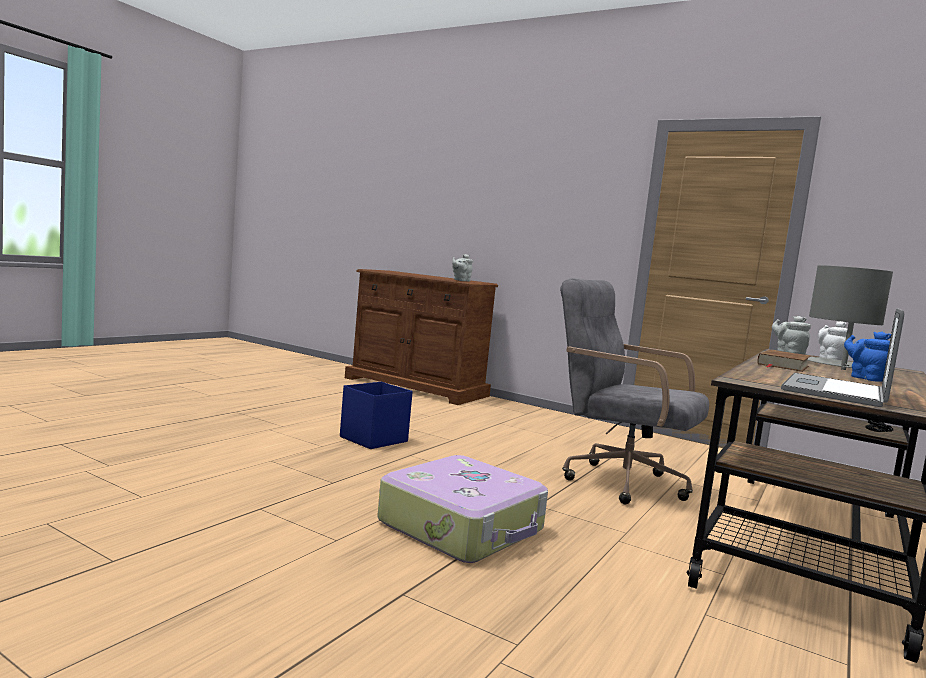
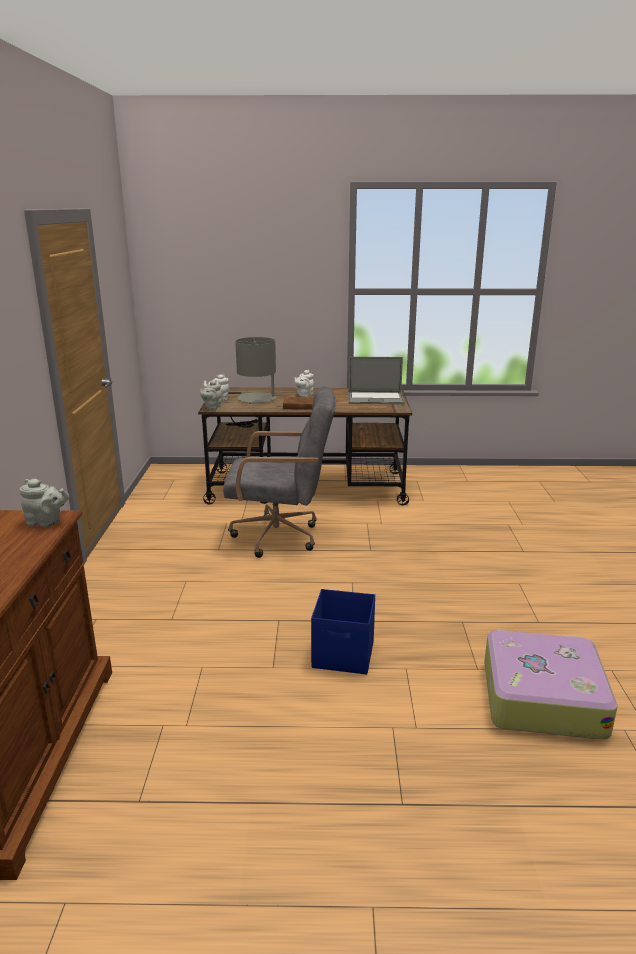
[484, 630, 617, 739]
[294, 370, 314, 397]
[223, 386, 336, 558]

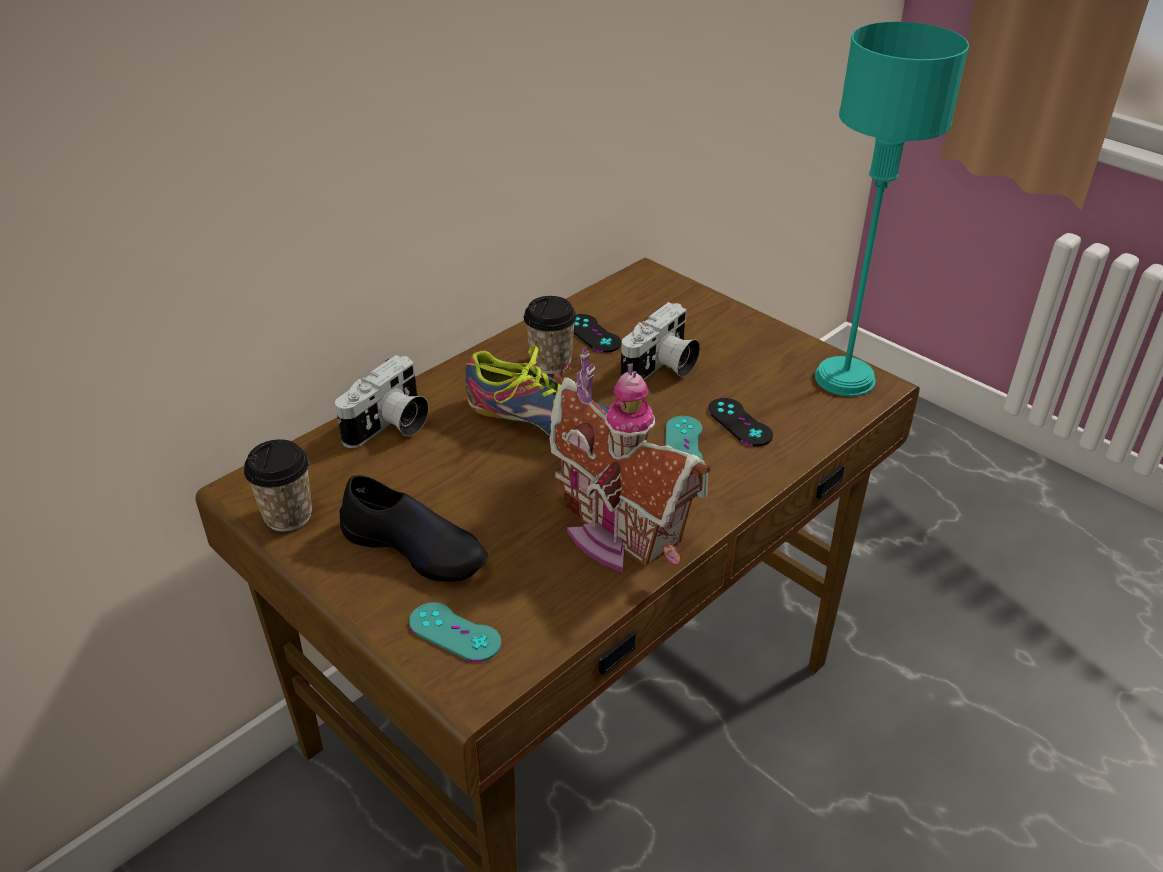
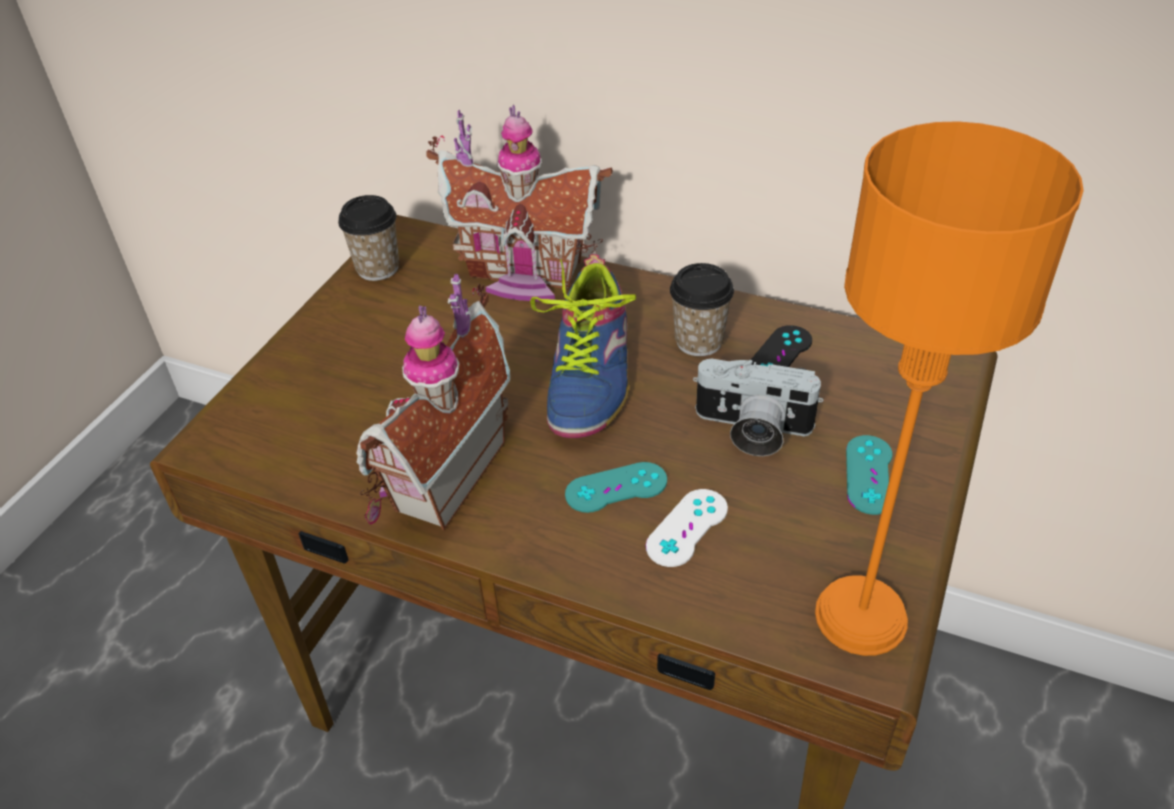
[340, 475, 488, 582] (first image)
[846, 435, 892, 515]
[426, 105, 613, 301]
[646, 489, 728, 567]
[815, 121, 1084, 656]

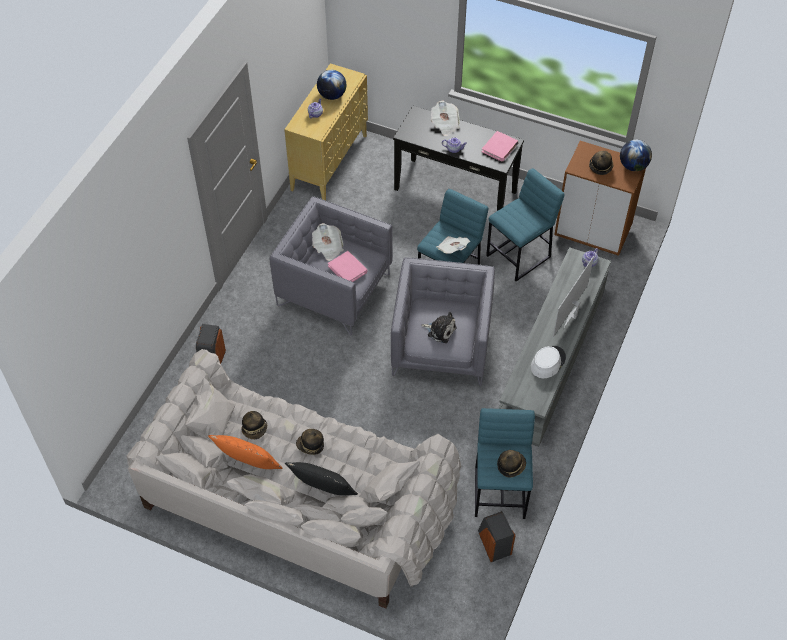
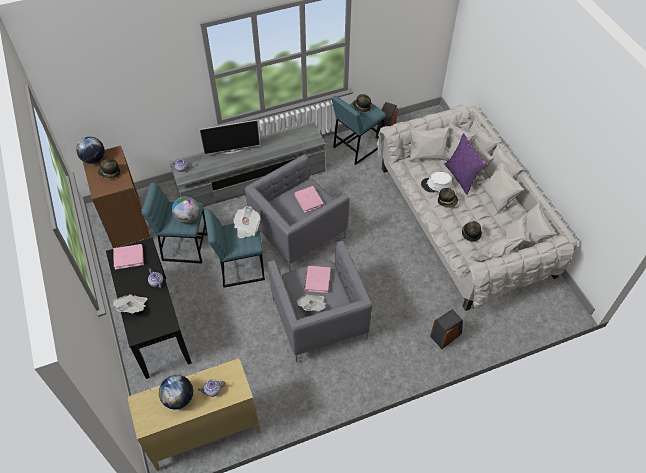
[208, 435, 282, 469] (first image)
[172, 197, 199, 223]
[421, 172, 452, 193]
[294, 186, 324, 213]
[444, 133, 488, 195]

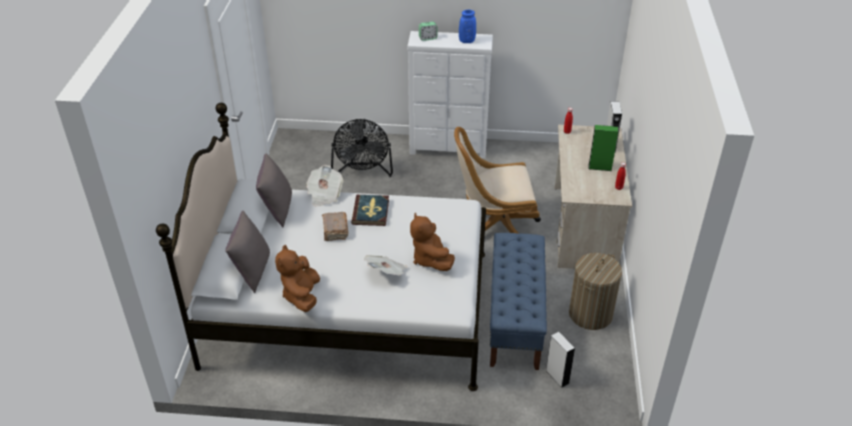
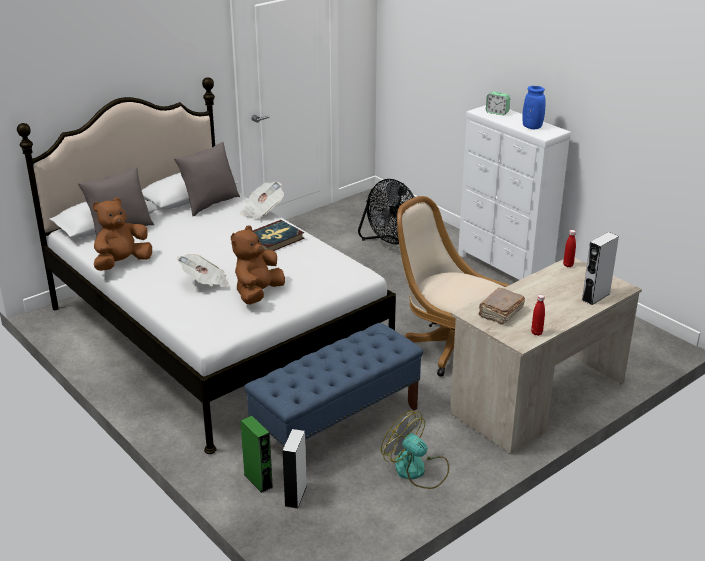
[479, 288, 525, 325]
[240, 416, 273, 493]
[381, 411, 449, 489]

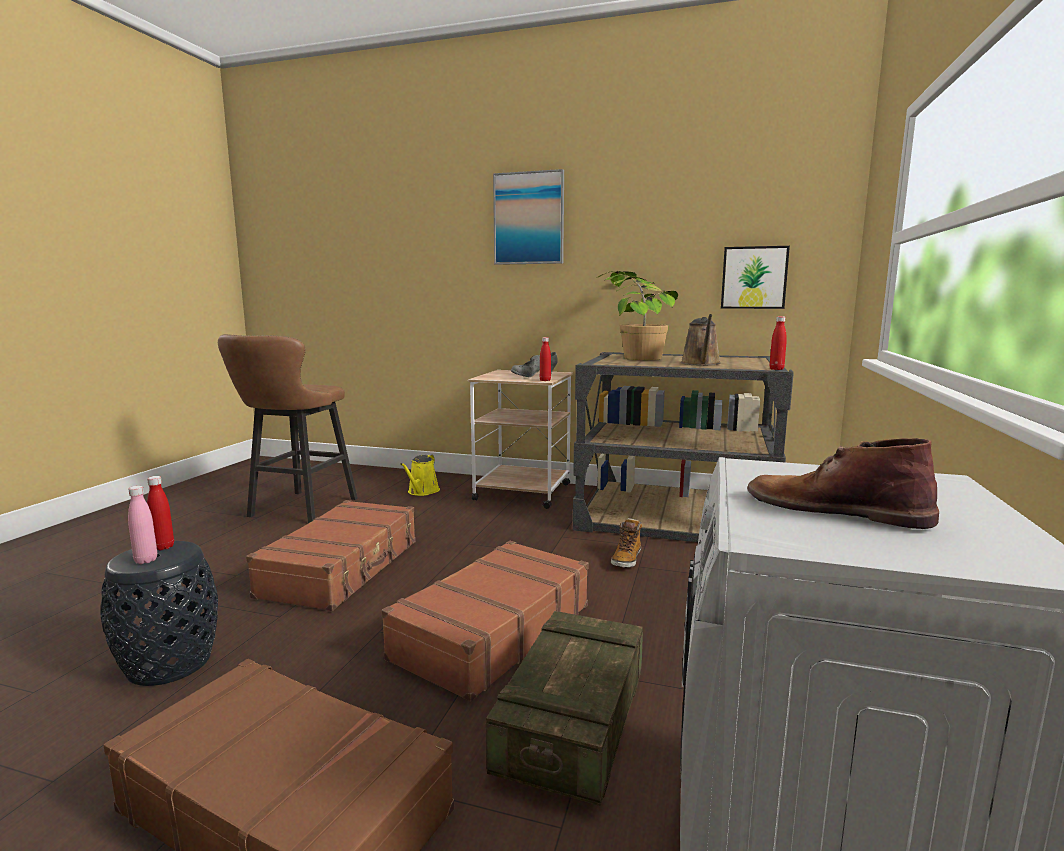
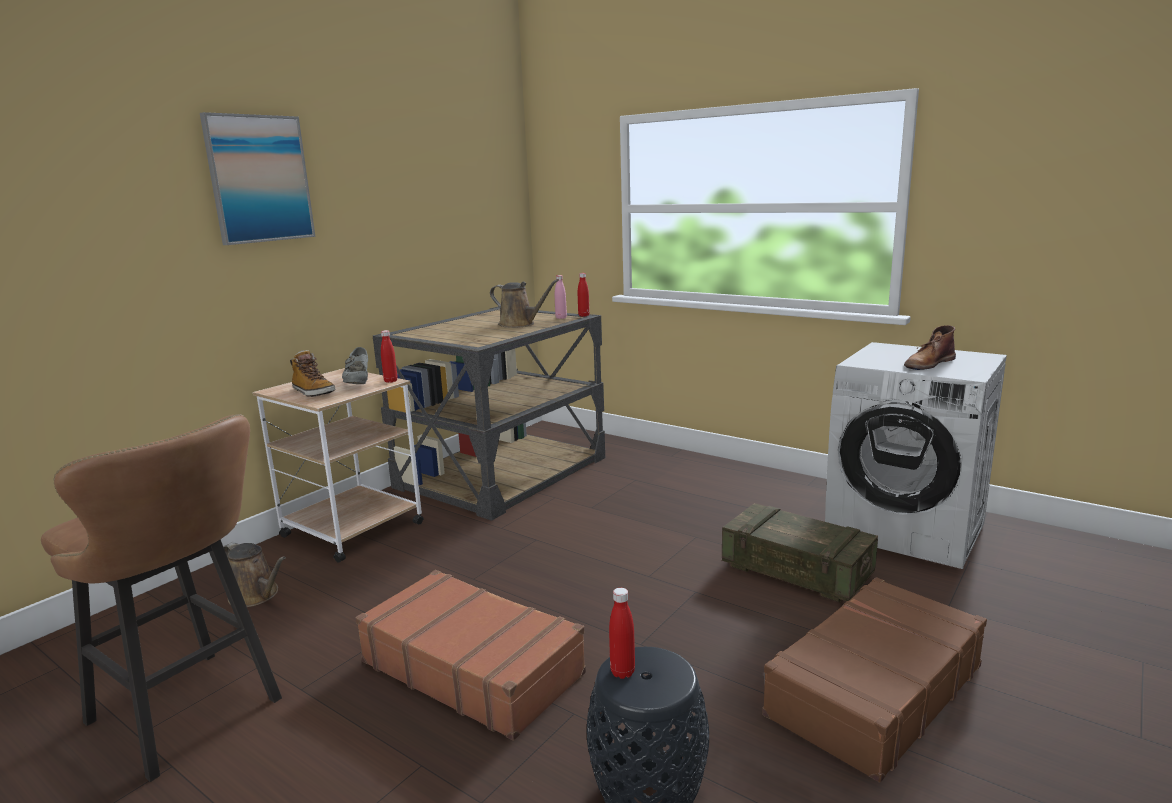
[381, 541, 589, 702] (first image)
[596, 271, 678, 360] (first image)
[721, 246, 790, 309] (first image)
[555, 275, 567, 319]
[290, 350, 335, 397]
[223, 542, 286, 607]

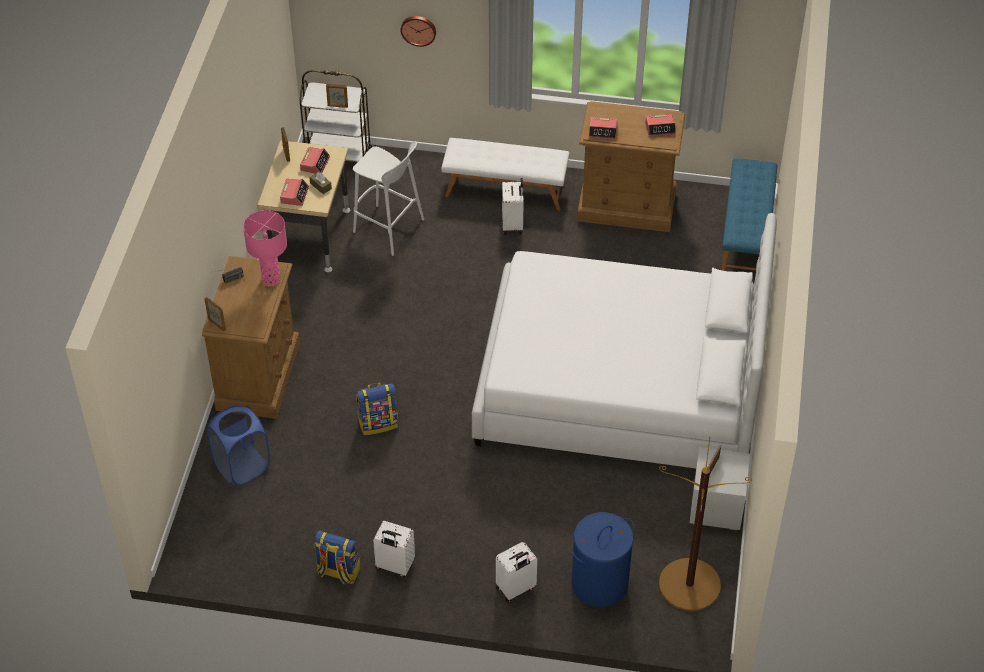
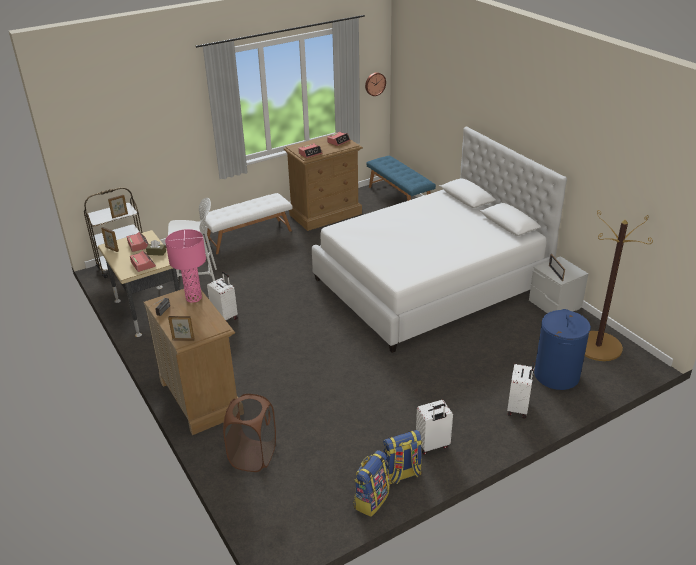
[353, 450, 390, 517]
[365, 72, 386, 96]
[207, 272, 238, 323]
[223, 394, 276, 472]

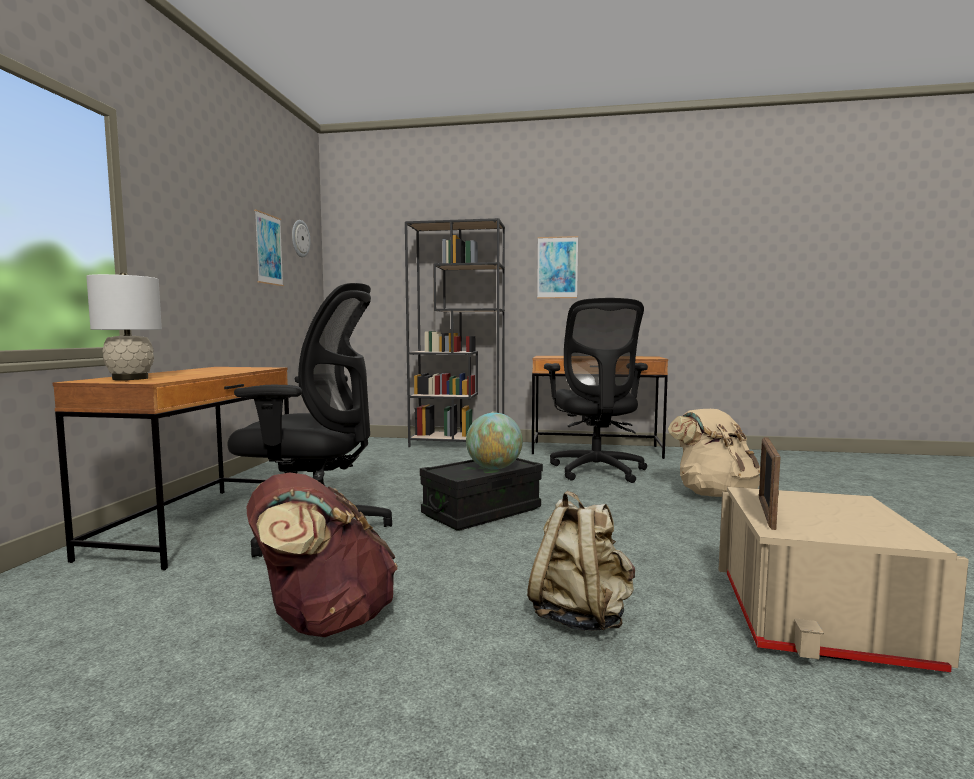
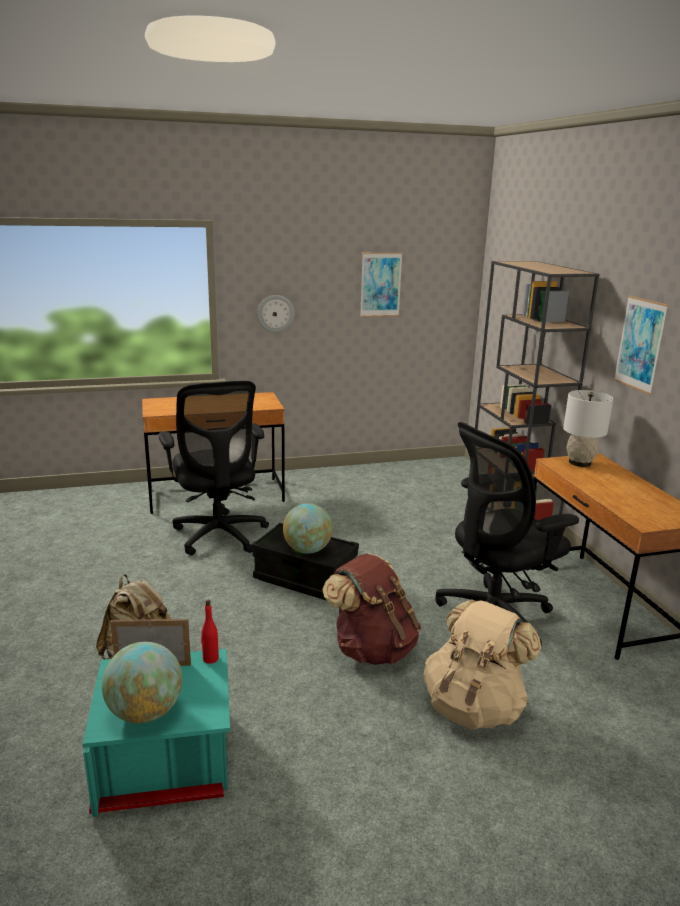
[102, 642, 182, 724]
[201, 600, 219, 664]
[563, 390, 613, 467]
[322, 553, 421, 665]
[257, 295, 294, 333]
[83, 649, 230, 817]

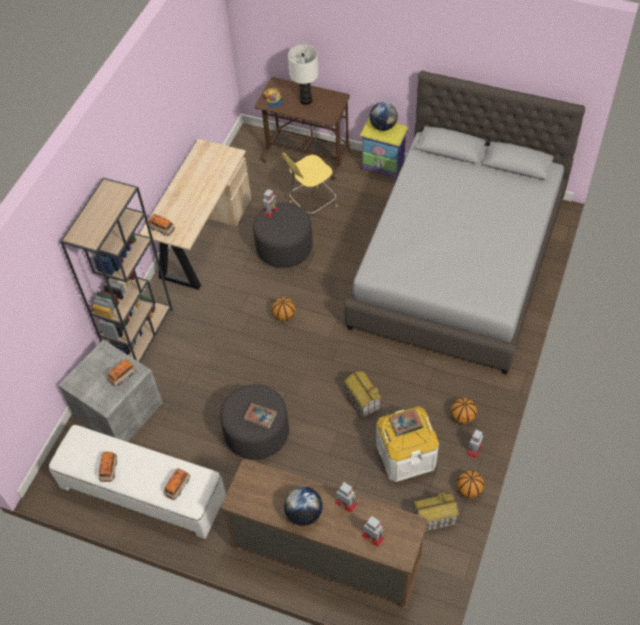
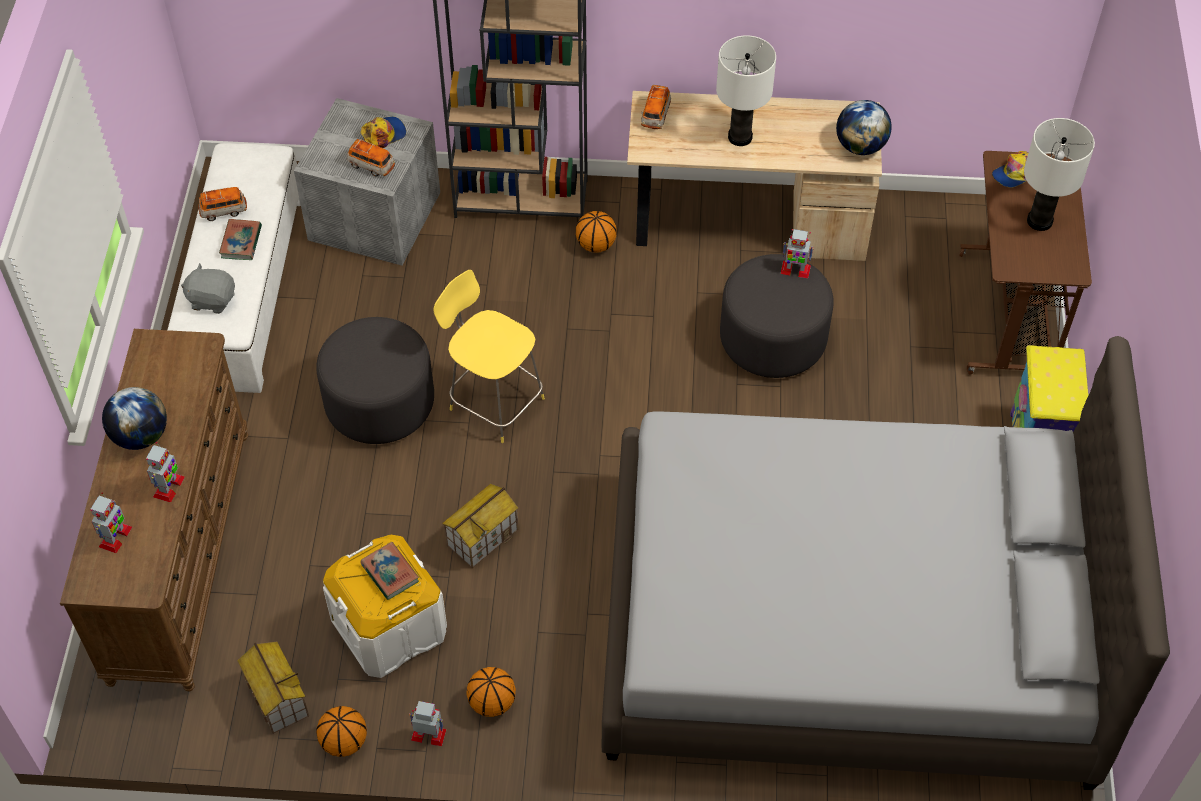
[361, 117, 406, 148]
[716, 35, 776, 146]
[219, 219, 262, 260]
[576, 211, 617, 253]
[433, 270, 545, 443]
[836, 100, 892, 155]
[181, 263, 235, 314]

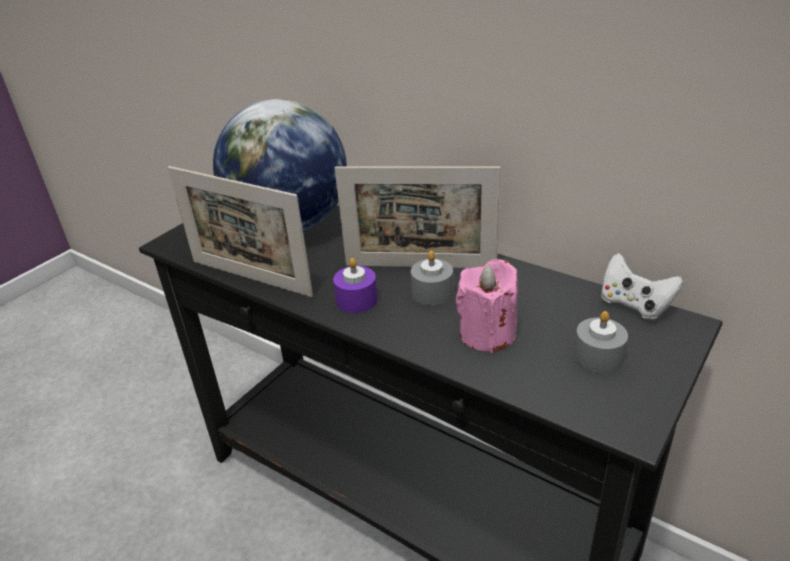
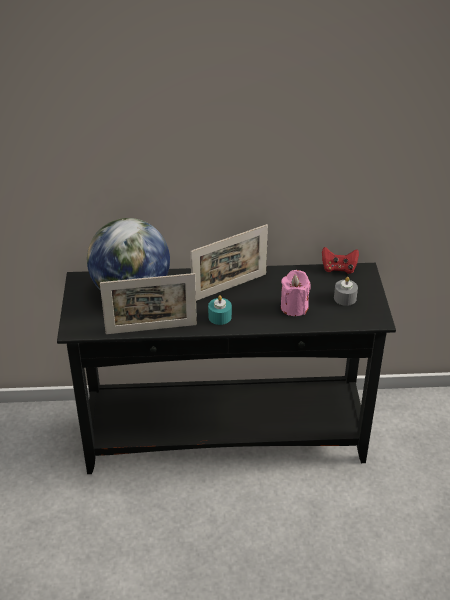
[411, 251, 453, 306] (first image)
[208, 295, 232, 325]
[322, 247, 359, 274]

